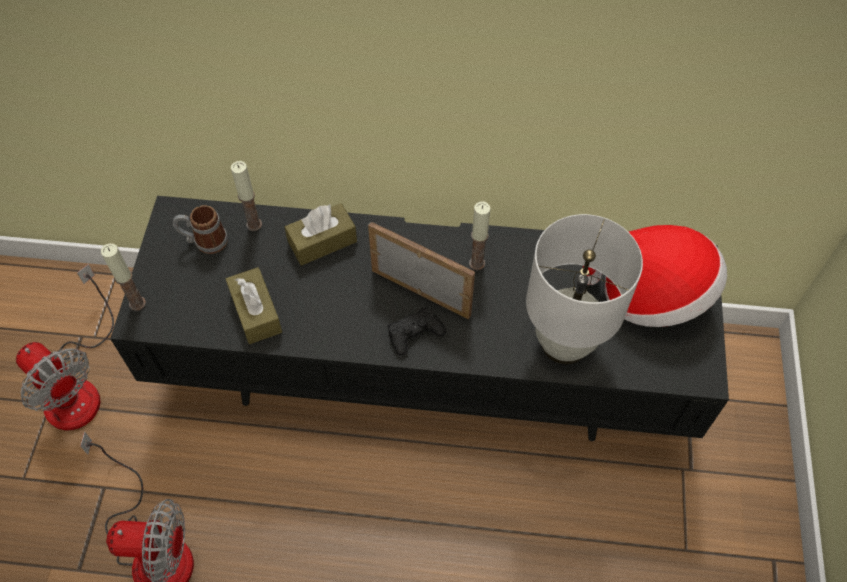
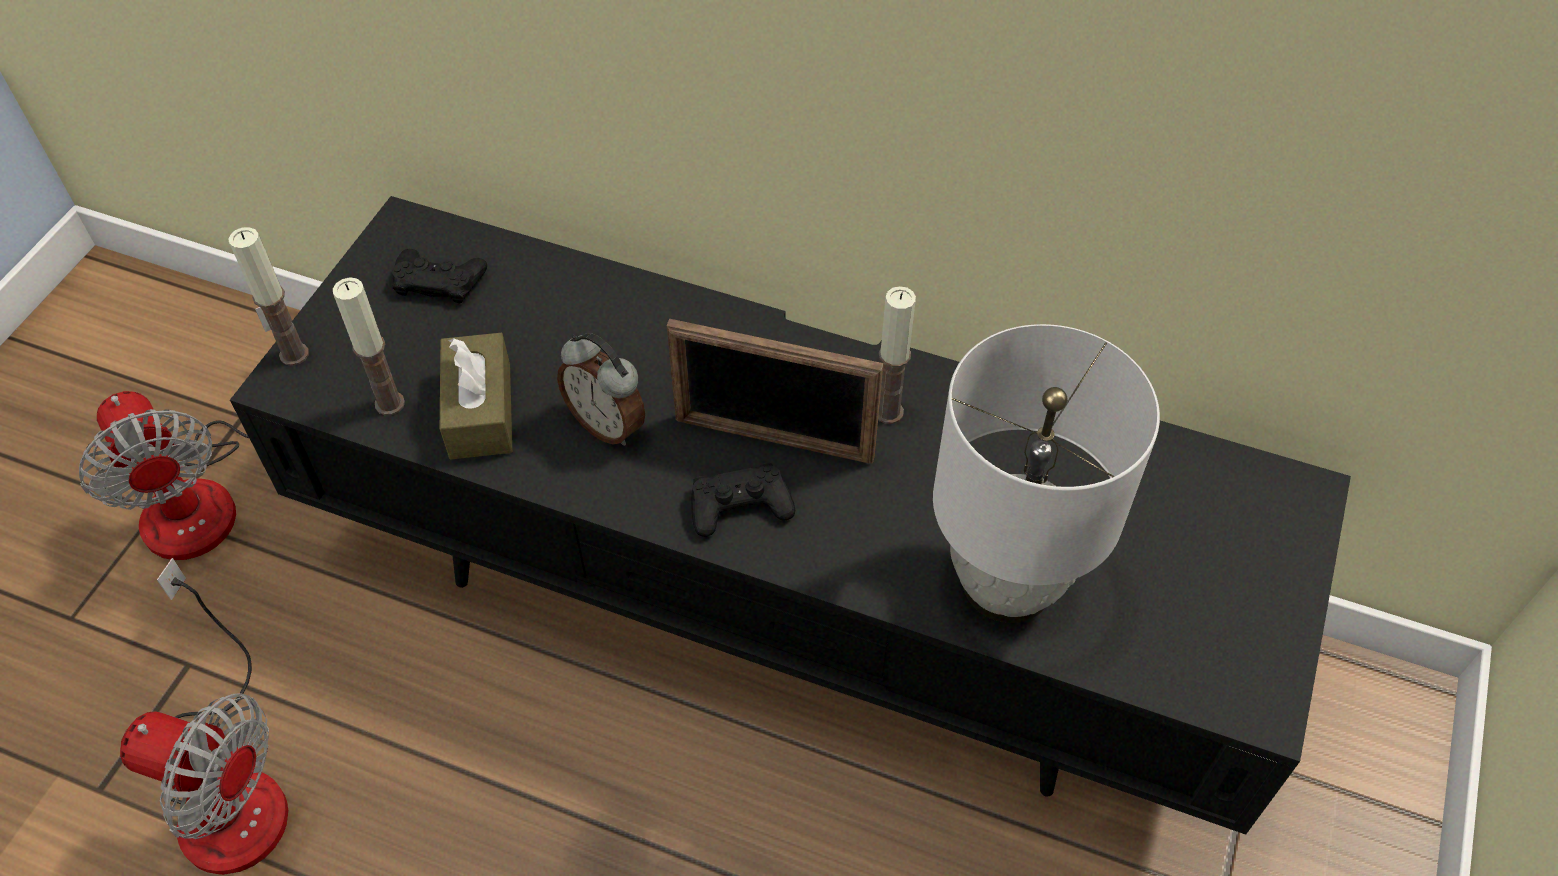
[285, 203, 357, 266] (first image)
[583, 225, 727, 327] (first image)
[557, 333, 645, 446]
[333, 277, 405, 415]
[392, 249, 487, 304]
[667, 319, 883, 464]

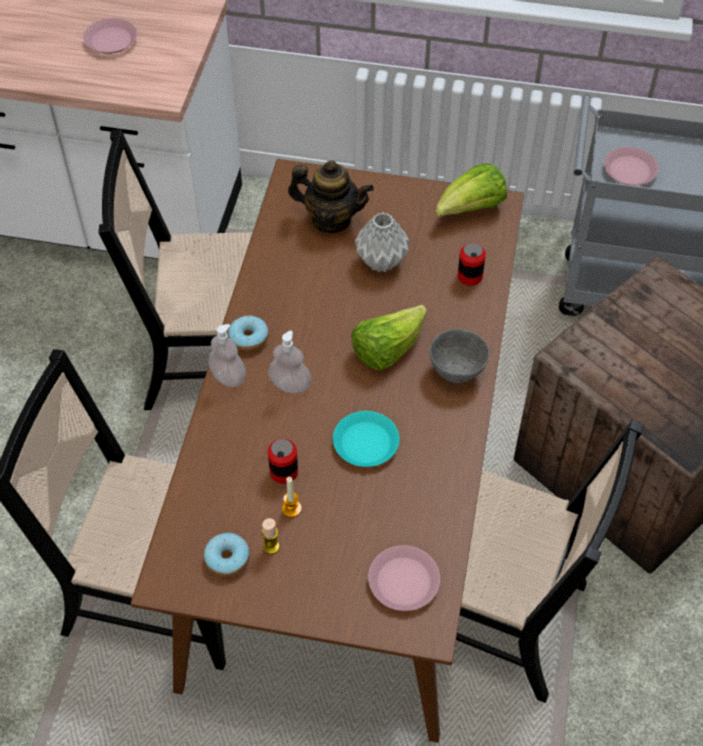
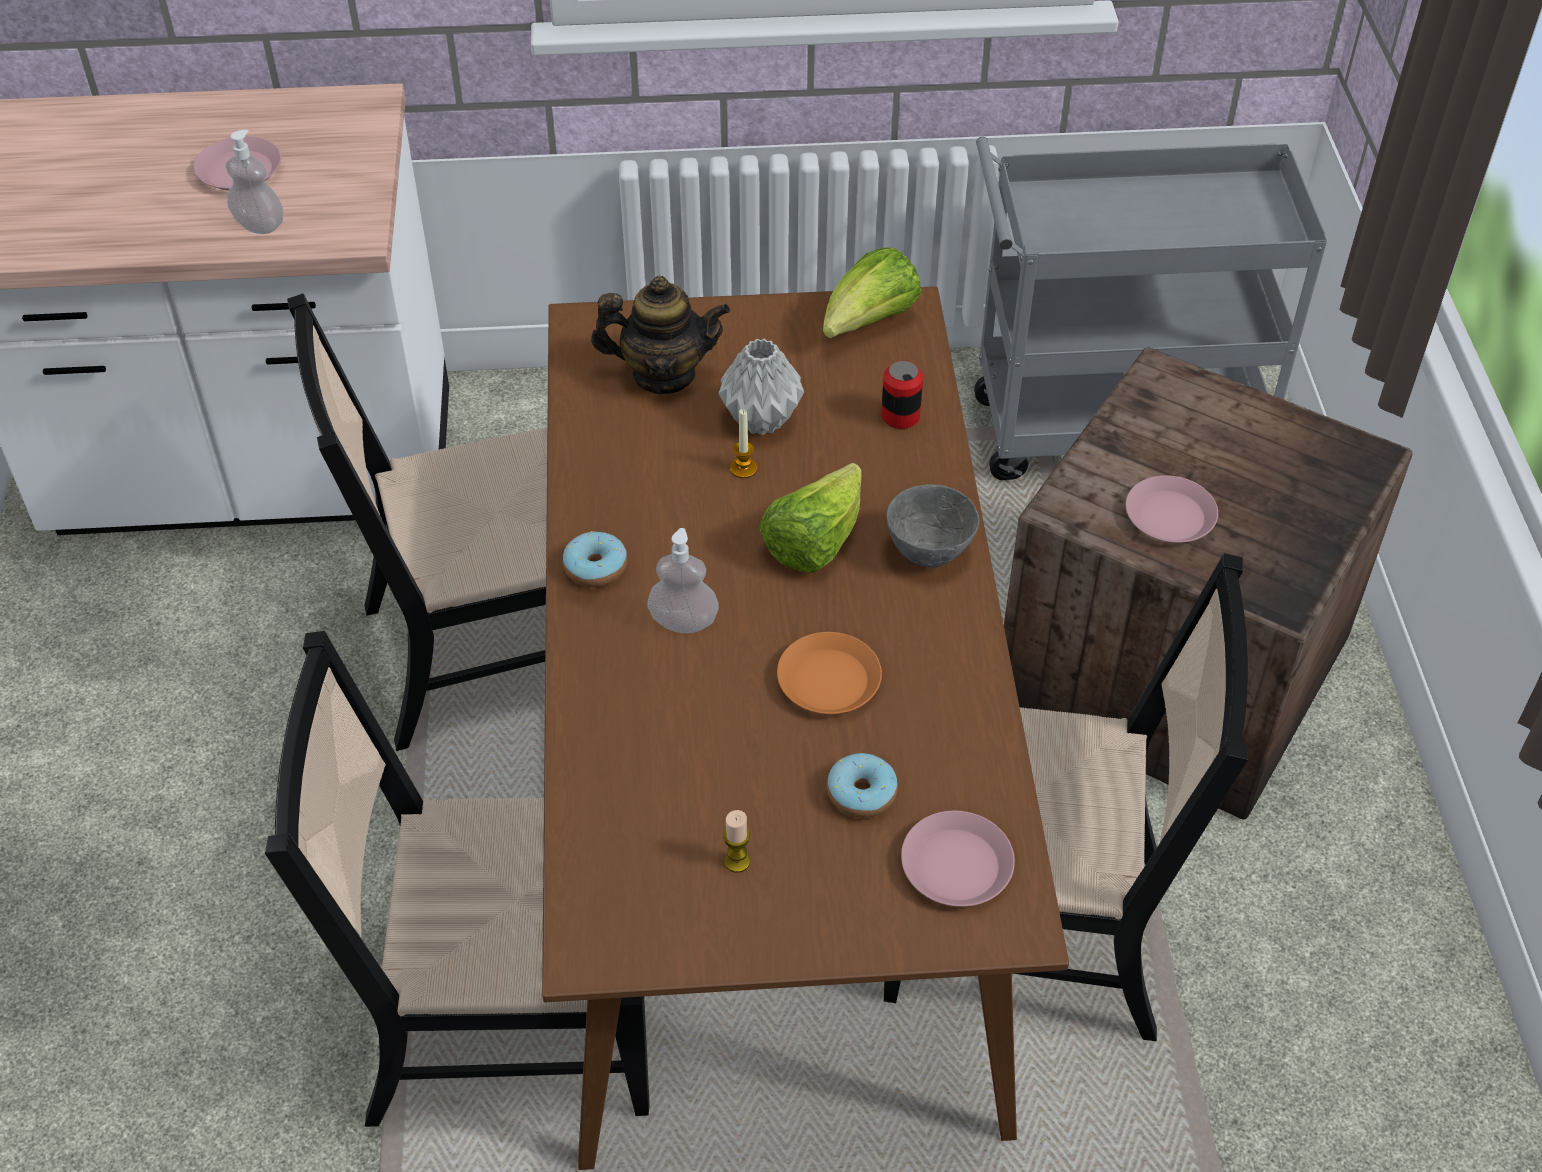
[268, 439, 298, 484] (first image)
[827, 753, 898, 818]
[226, 130, 283, 234]
[730, 409, 757, 478]
[1126, 475, 1218, 543]
[777, 632, 882, 714]

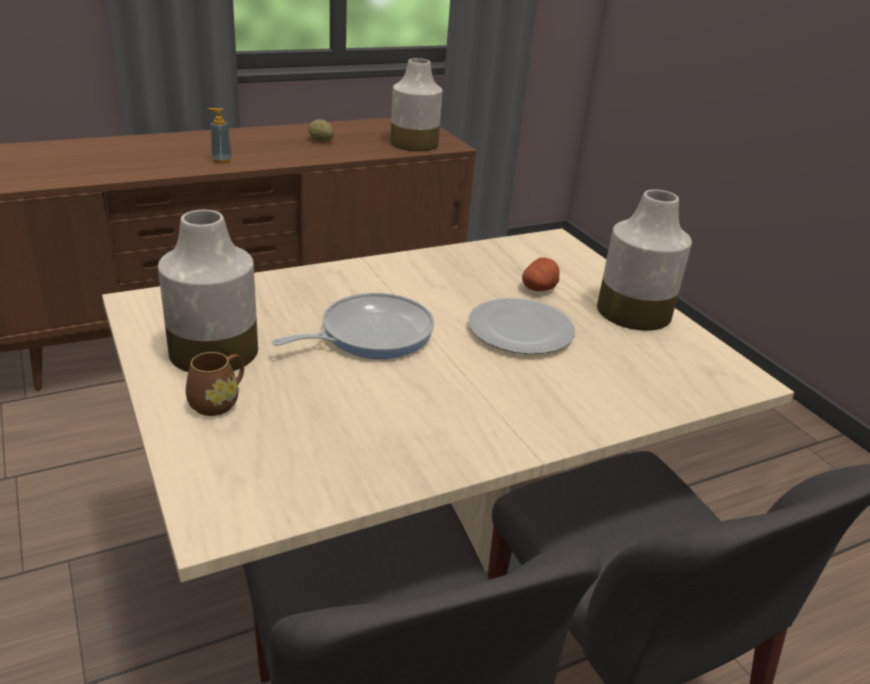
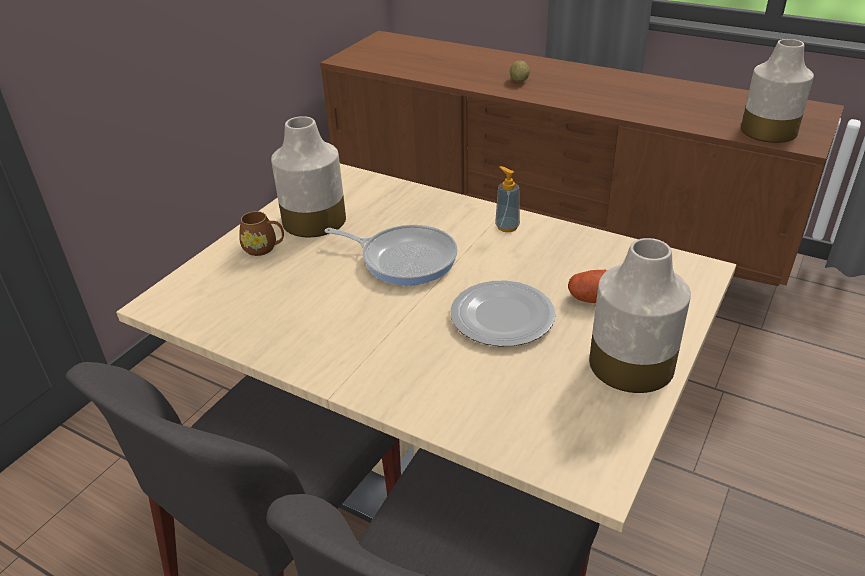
[495, 166, 520, 232]
[510, 60, 530, 82]

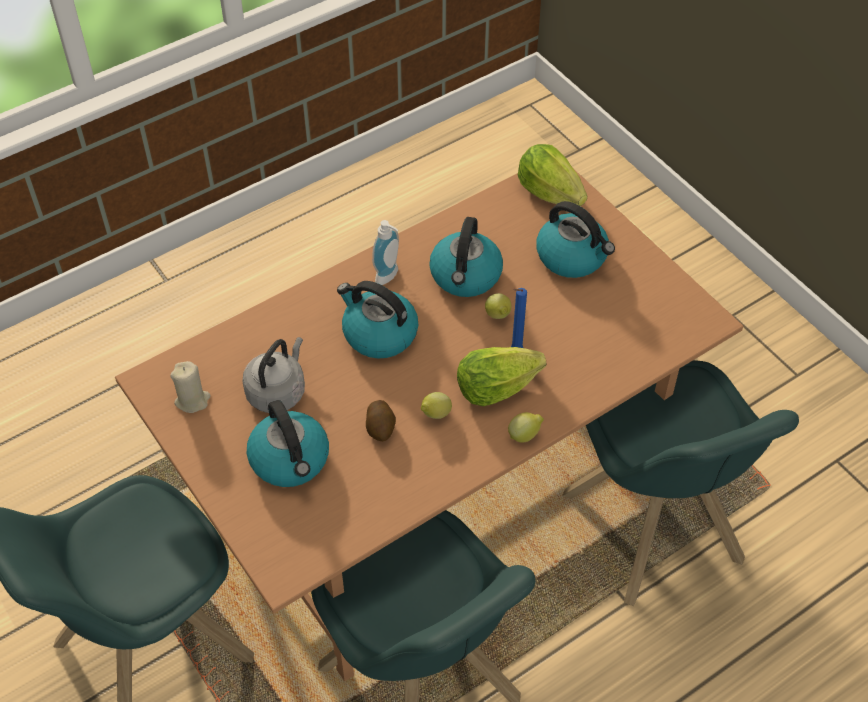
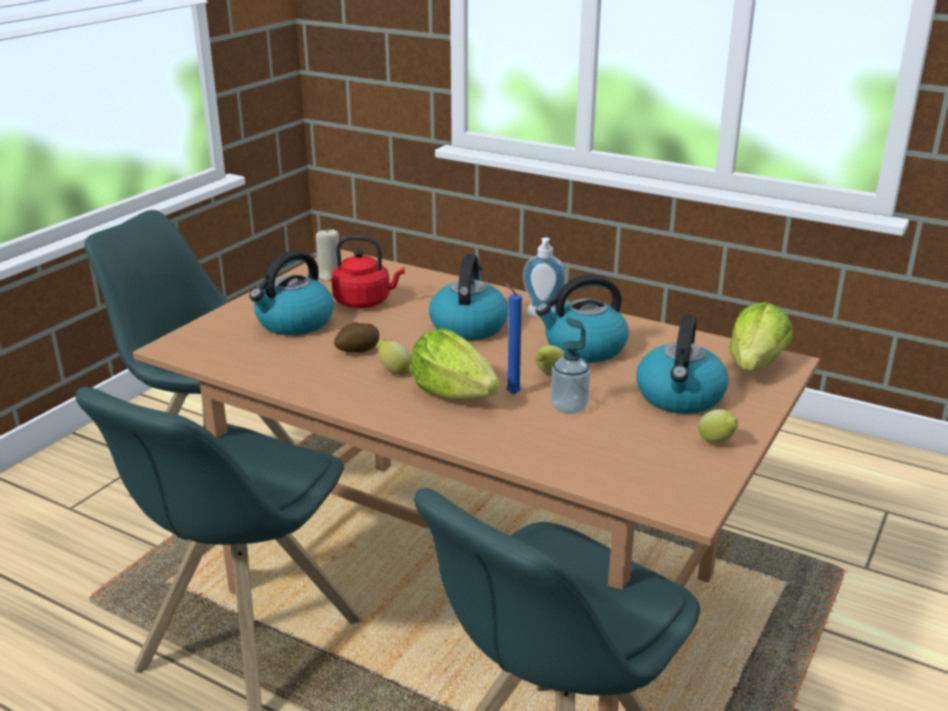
[551, 318, 590, 414]
[698, 409, 738, 444]
[331, 236, 405, 308]

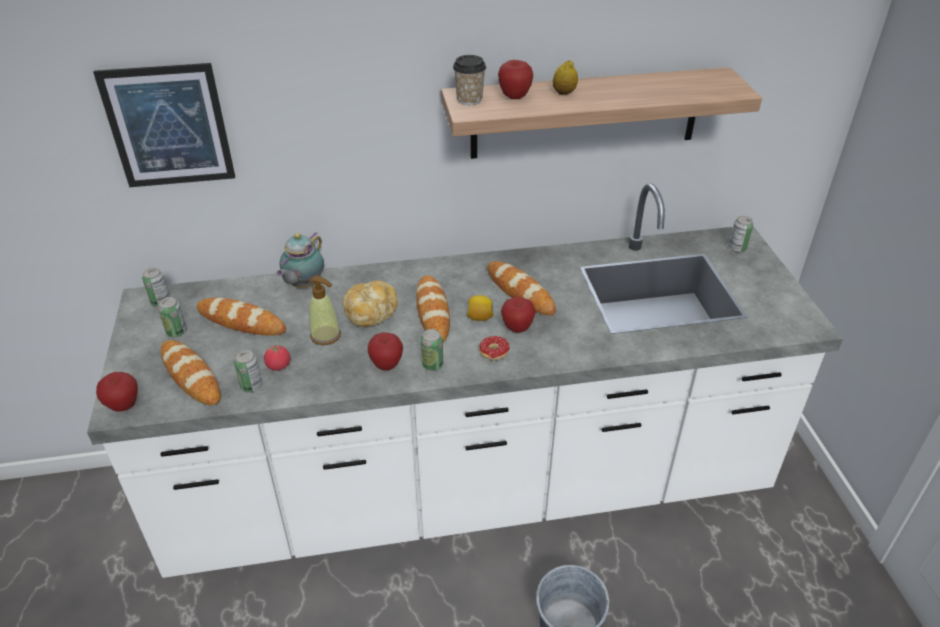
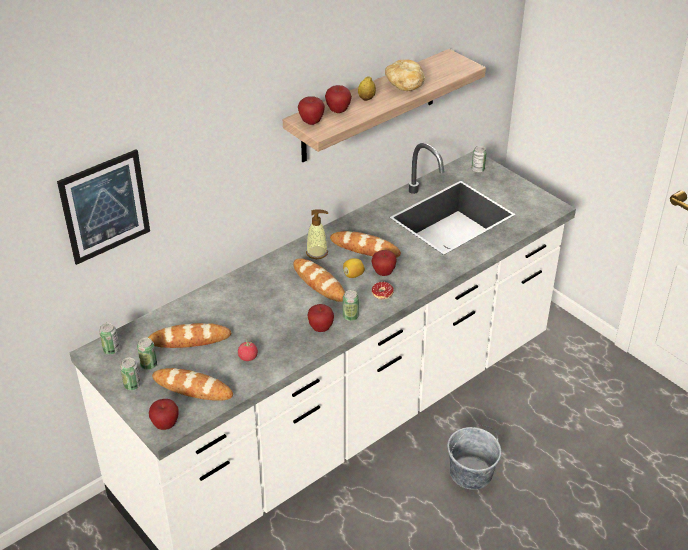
[276, 232, 324, 288] (first image)
[120, 358, 141, 390]
[306, 209, 328, 259]
[385, 59, 425, 91]
[298, 96, 325, 125]

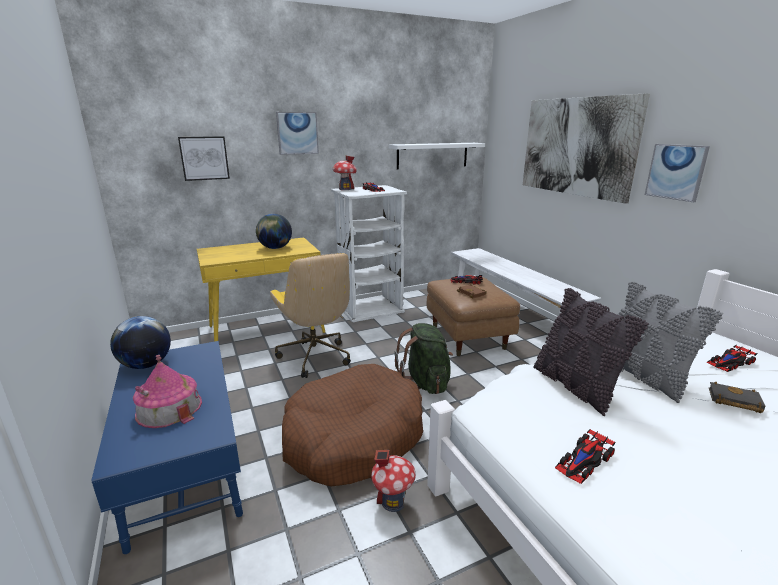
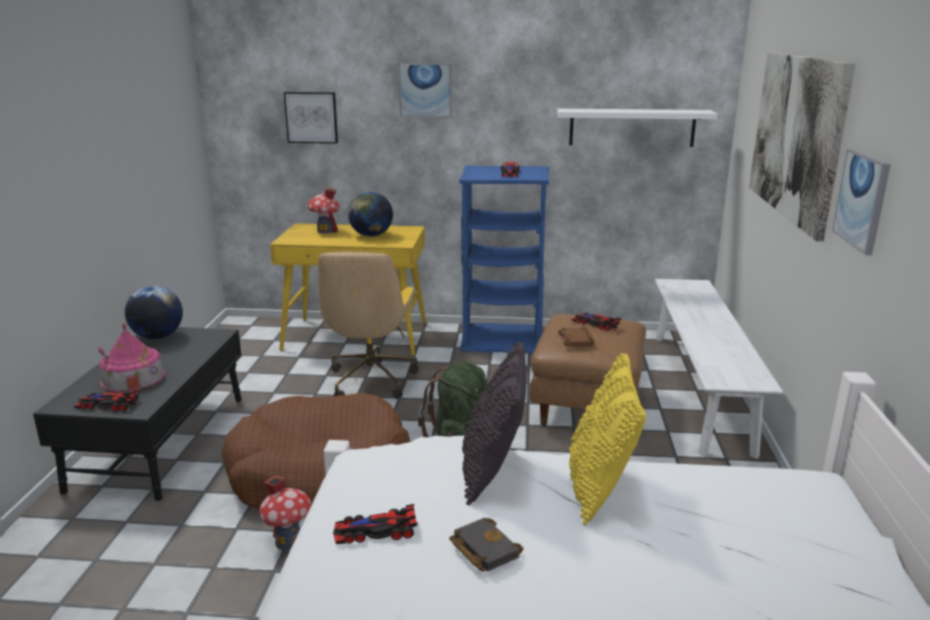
[308, 188, 340, 234]
[74, 390, 140, 411]
[449, 517, 524, 572]
[33, 327, 242, 501]
[459, 165, 549, 353]
[569, 353, 646, 526]

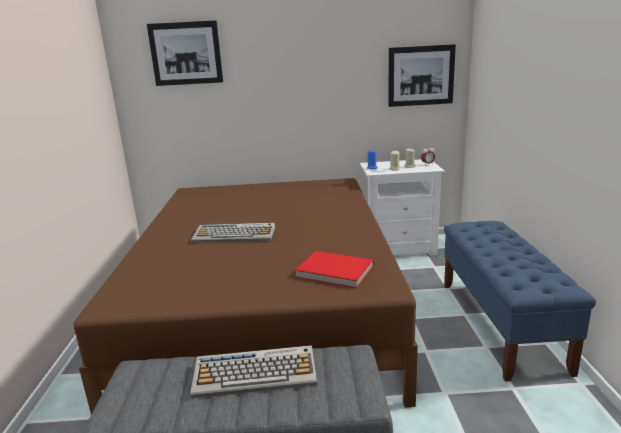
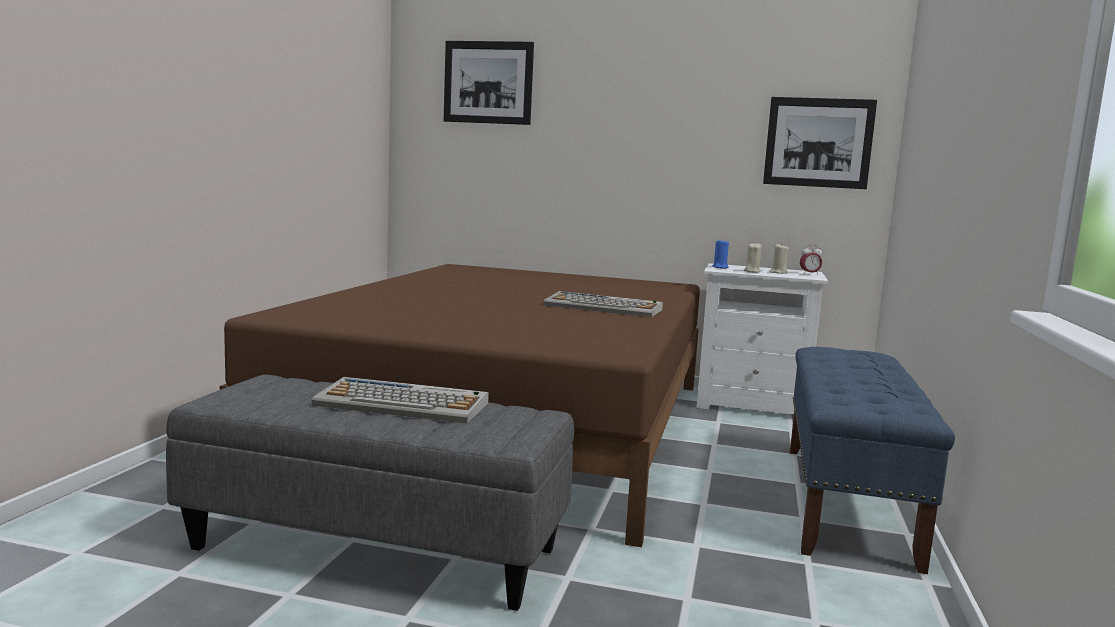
[295, 251, 374, 288] (first image)
[543, 291, 663, 317]

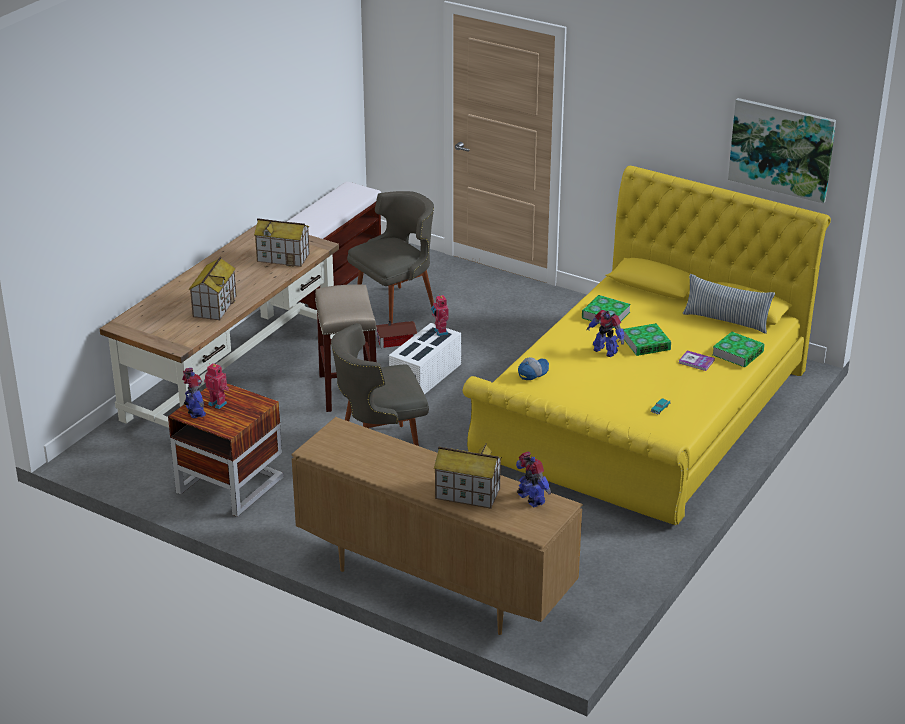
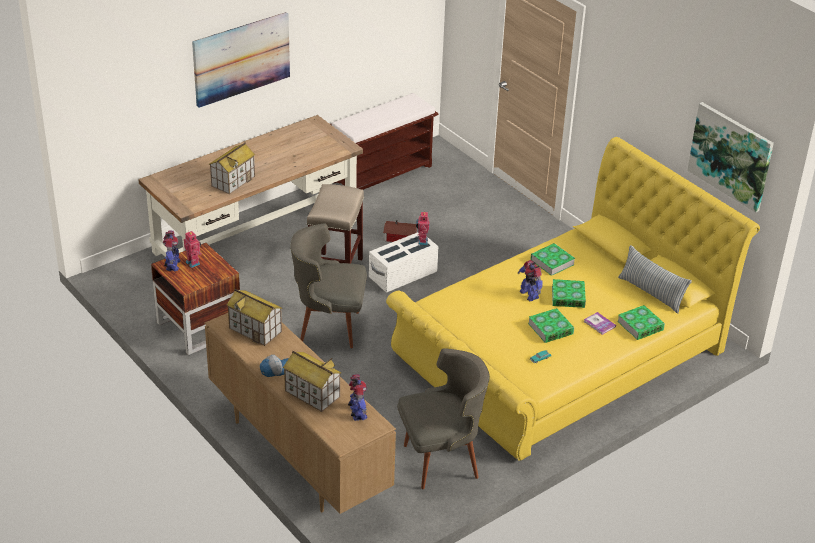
[192, 12, 290, 108]
[528, 308, 574, 343]
[227, 289, 282, 346]
[397, 348, 490, 489]
[260, 355, 289, 377]

